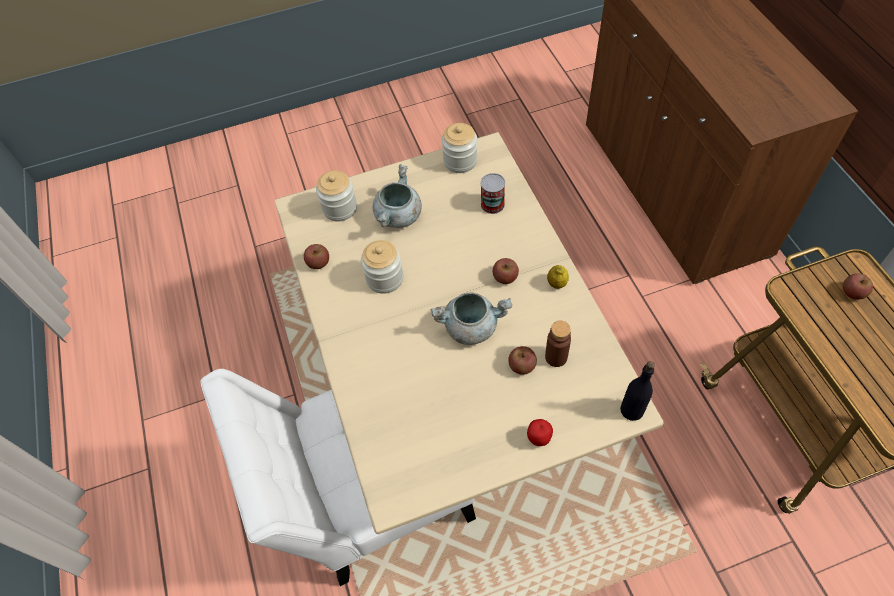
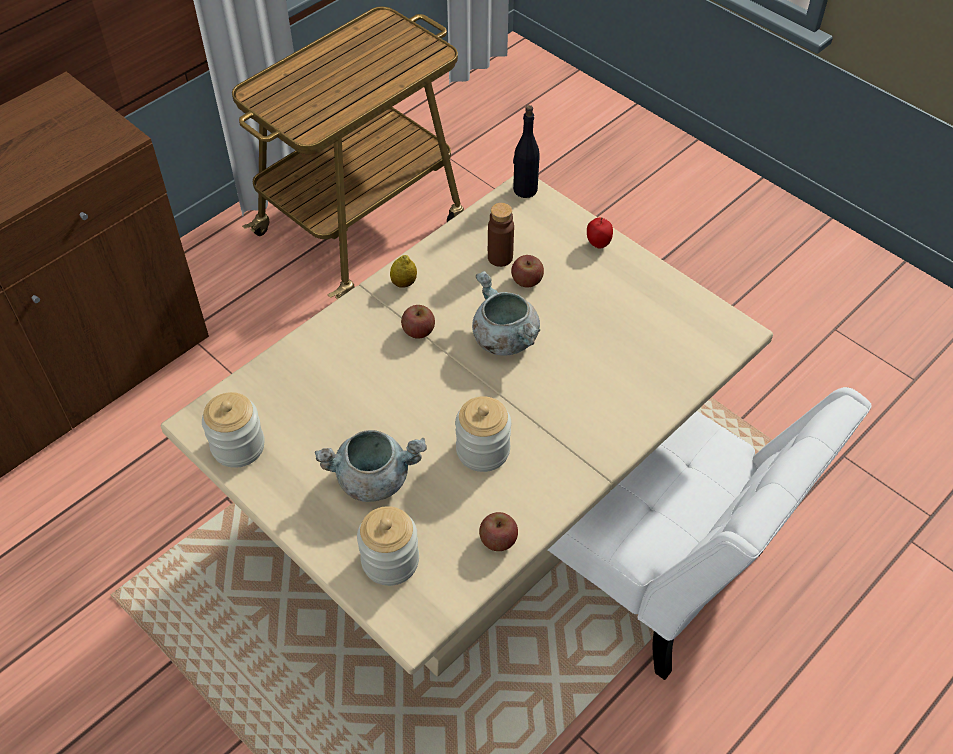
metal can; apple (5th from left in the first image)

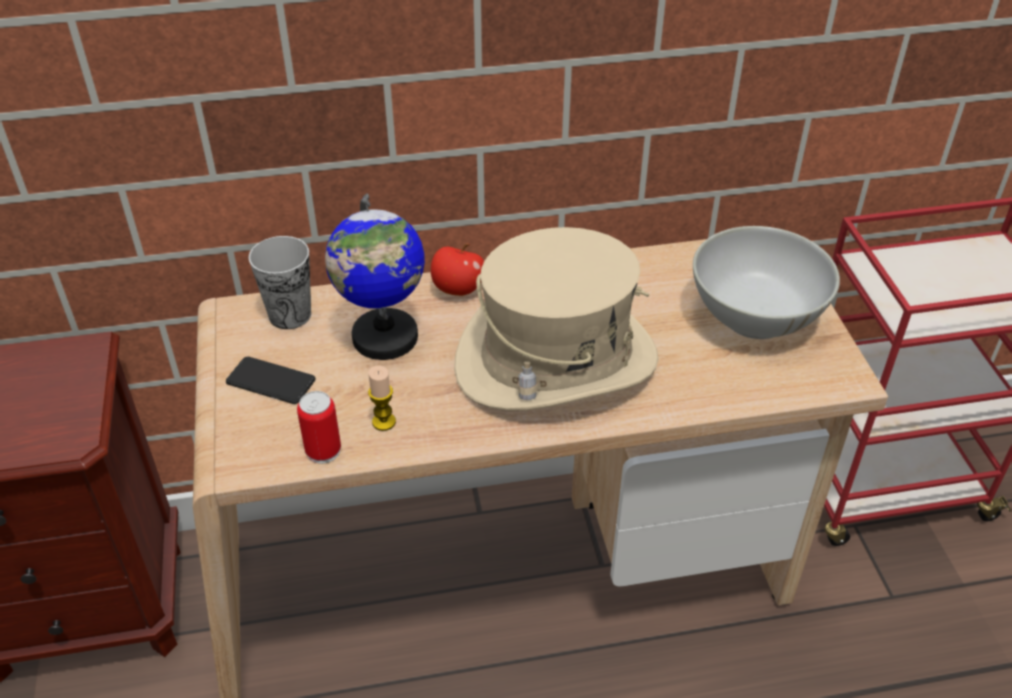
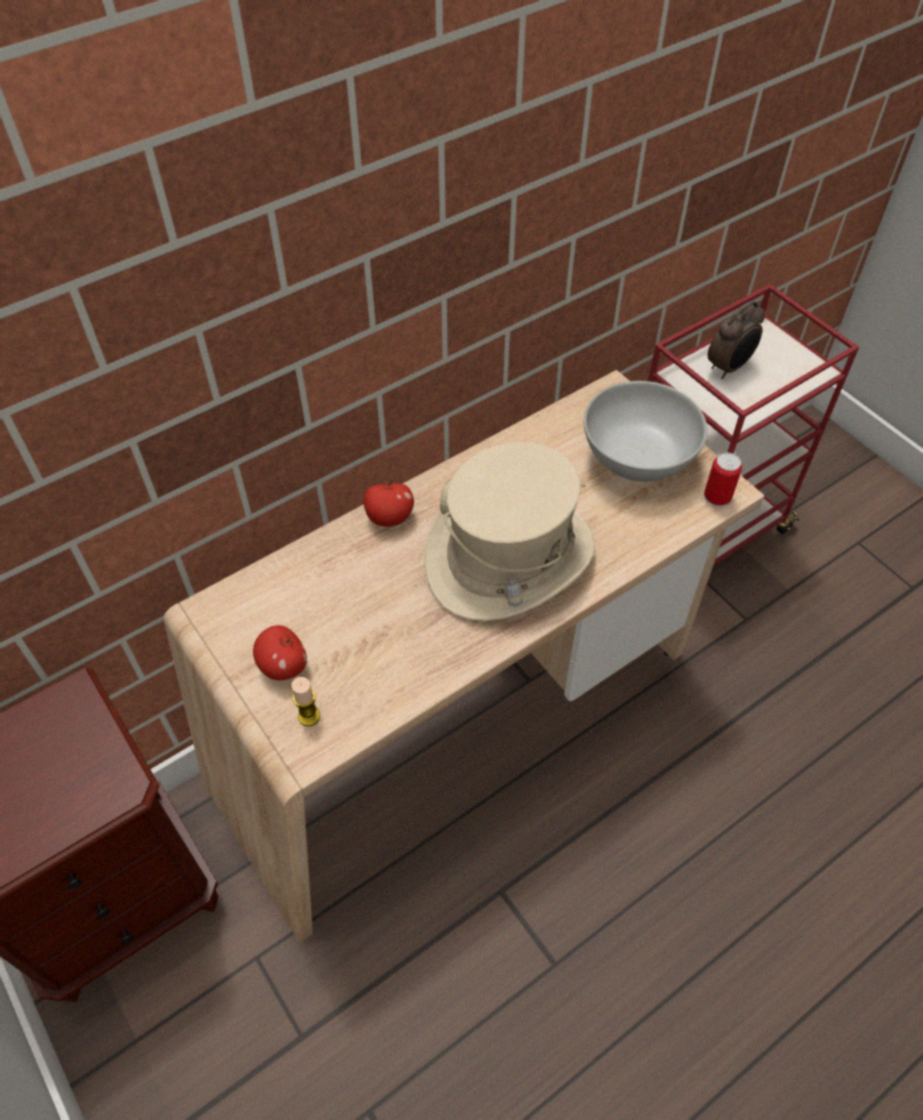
apple (1st from left); wax light; metal can; alarm clock; drinking cup; desk globe

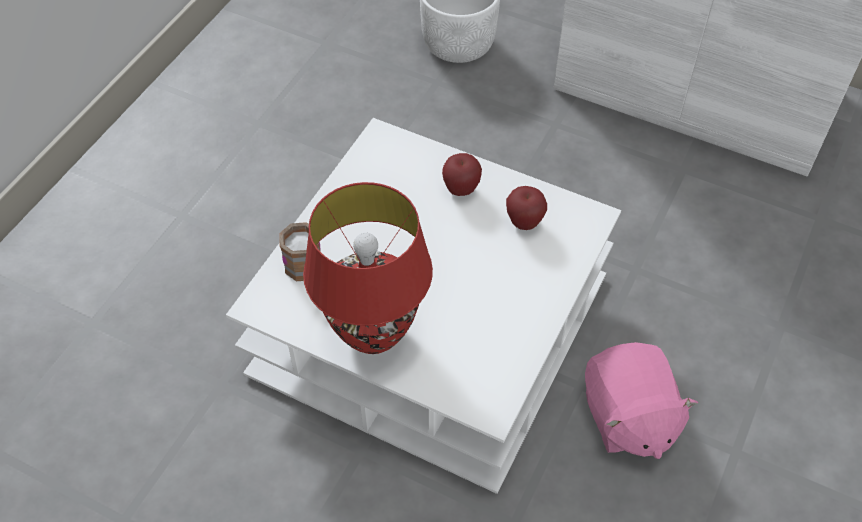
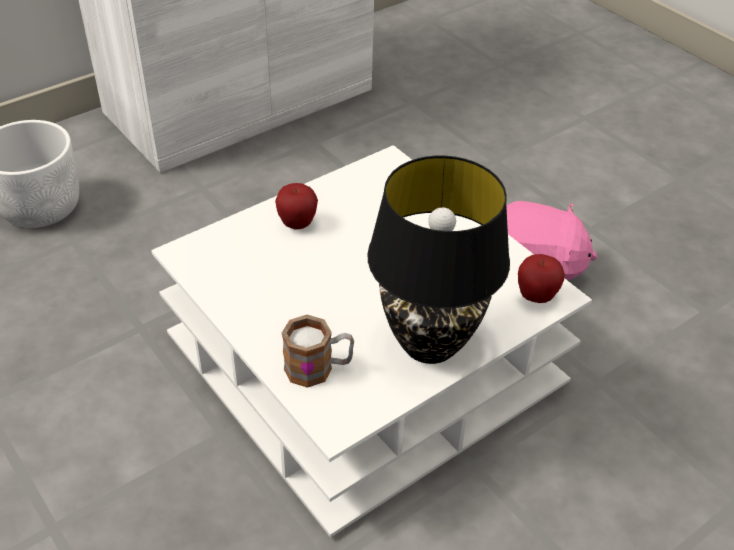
table lamp in black-coloured; apple (2nd from left)

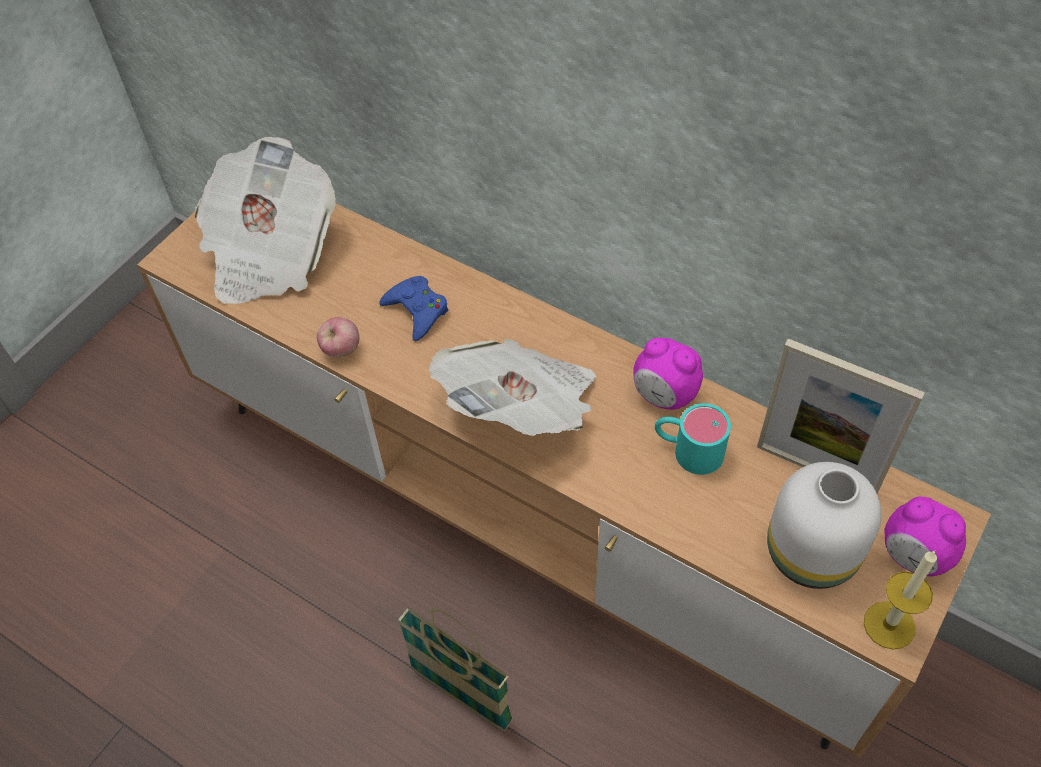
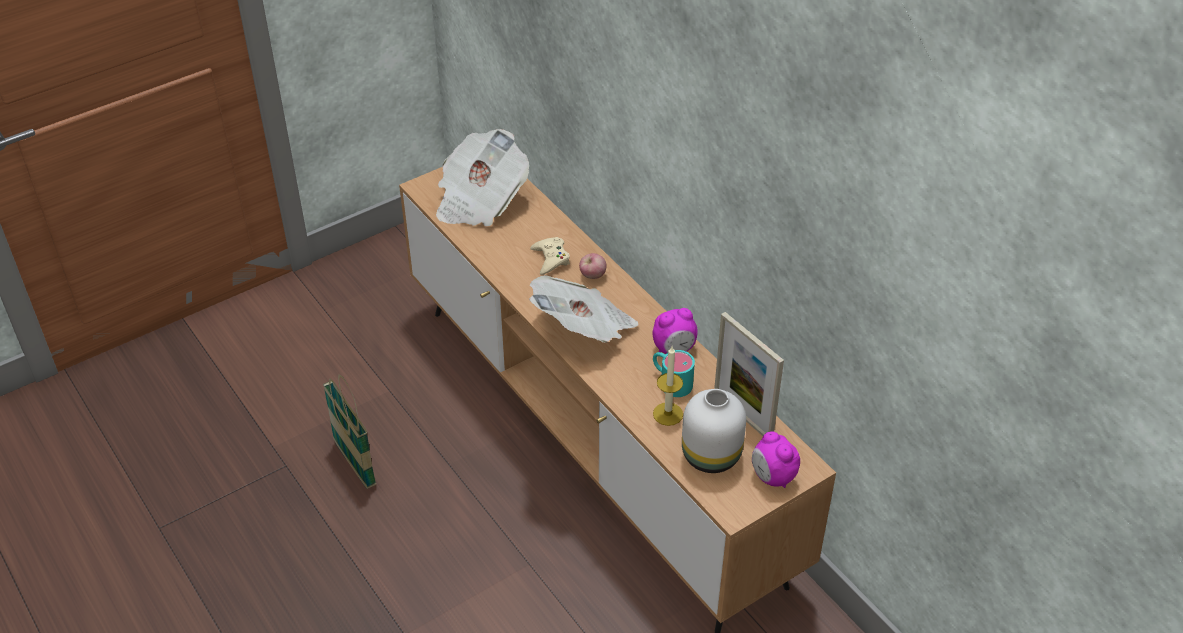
storage basket; joypad in beige; apple; alarm clock (1st from left); wax light

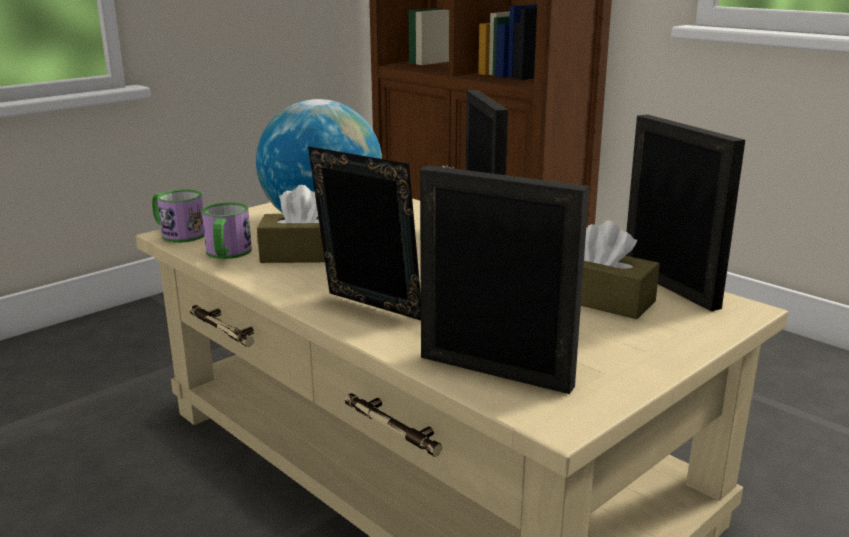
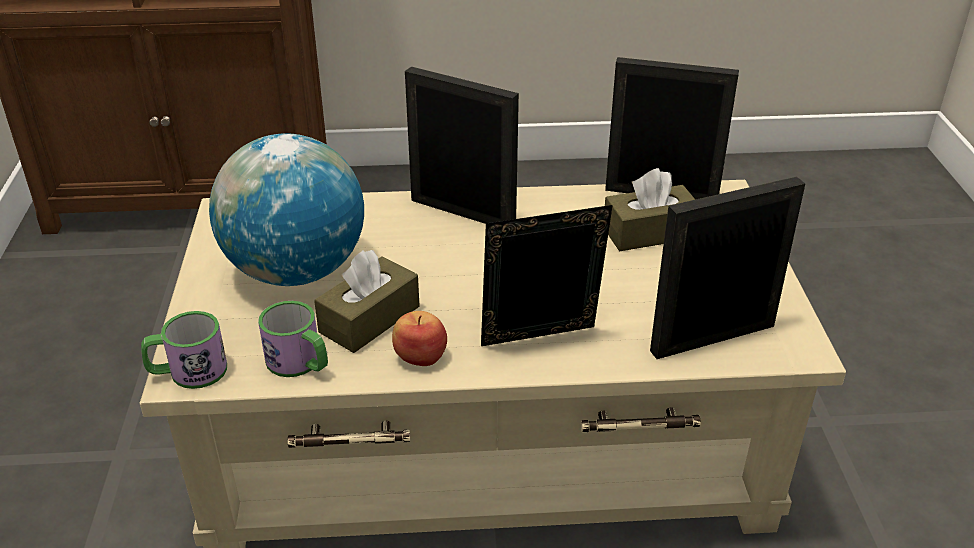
apple

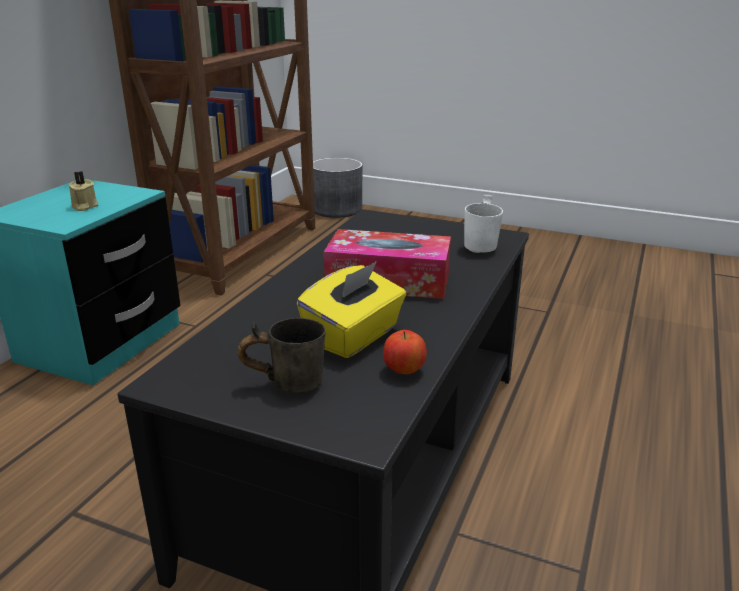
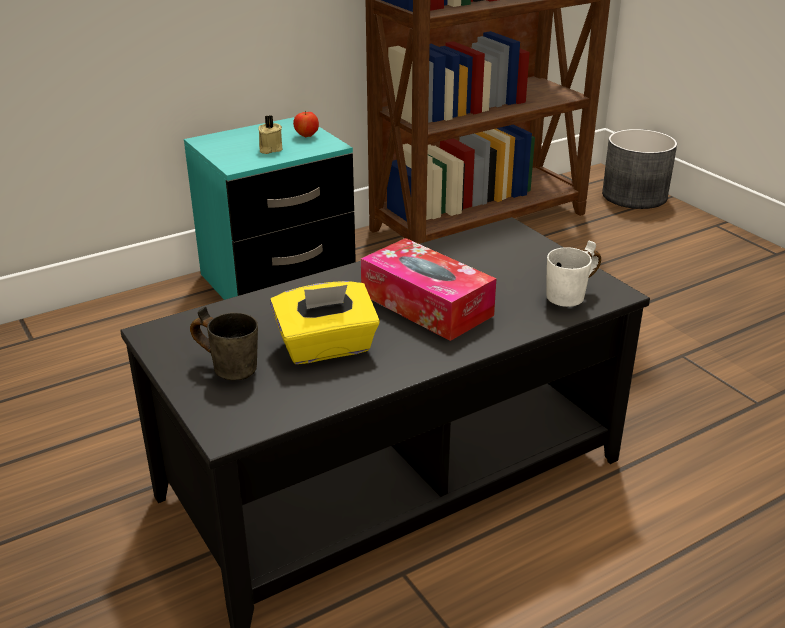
apple

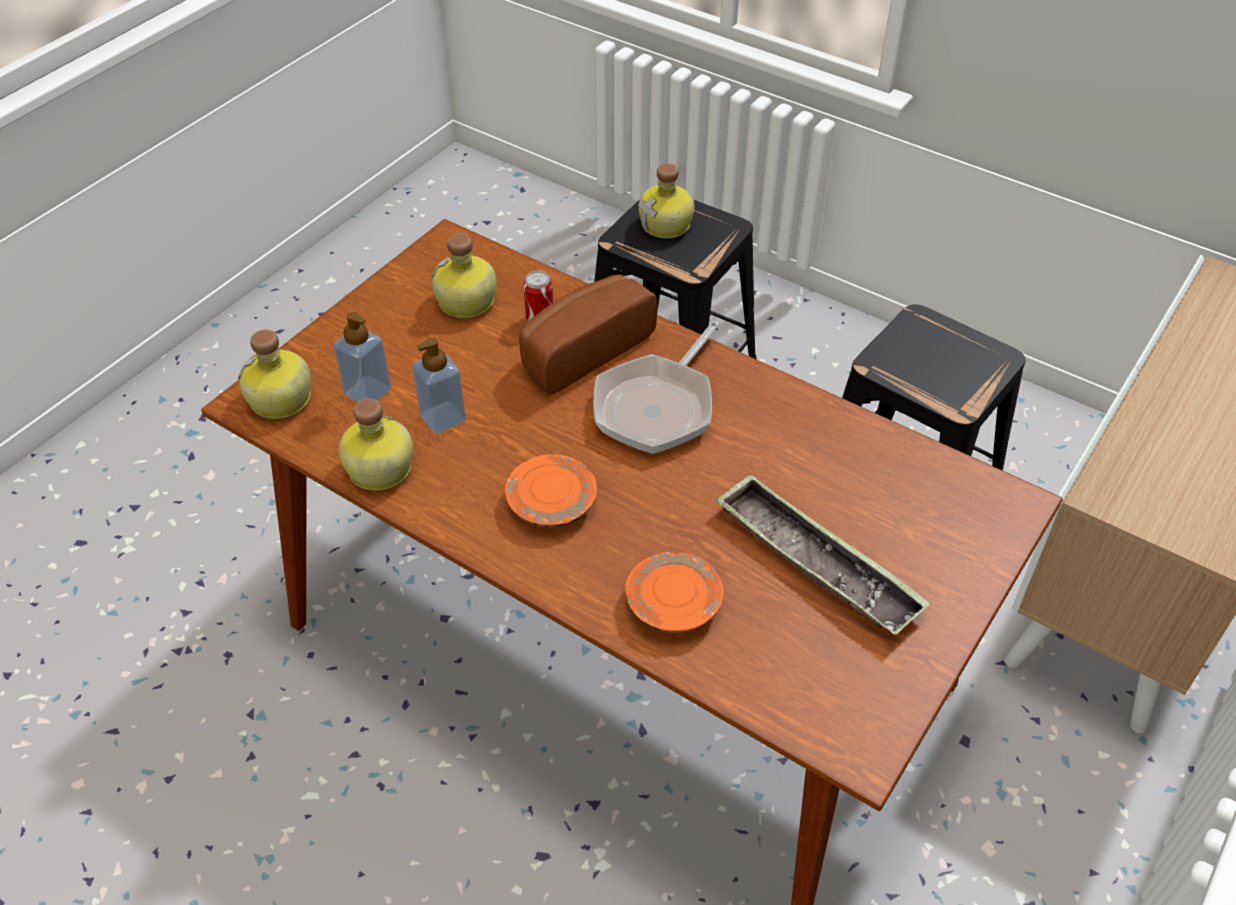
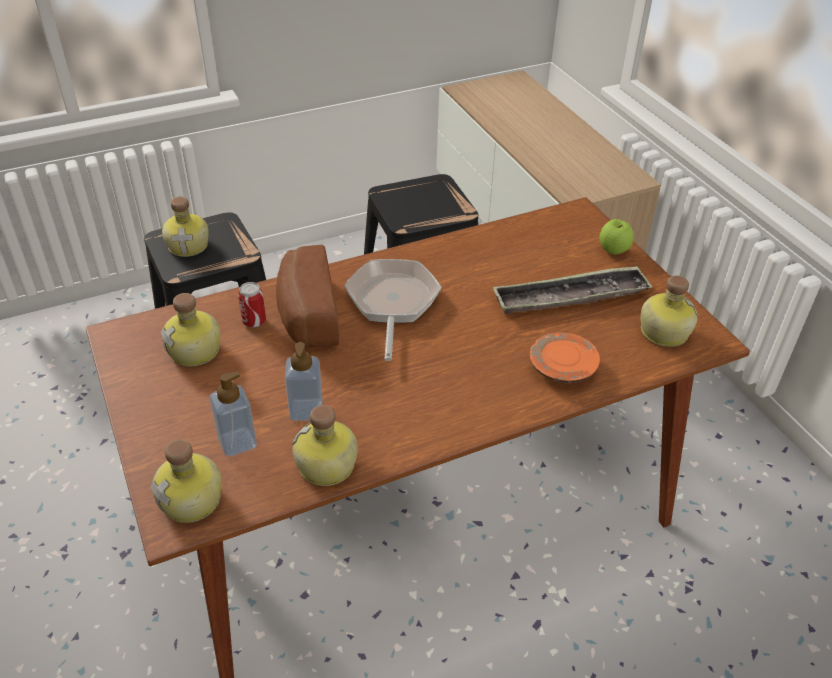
frying pan; apple; beverage bottle (5th from left); dinner plate in orange-coloured (1st from left in the first image)

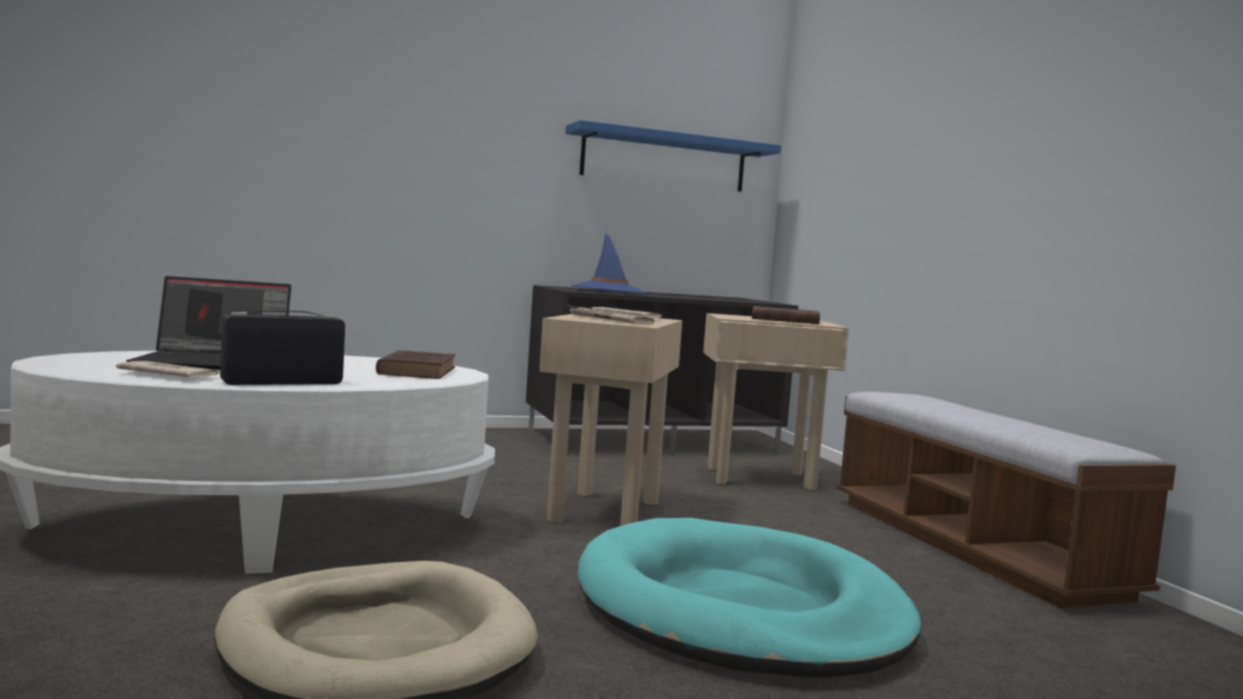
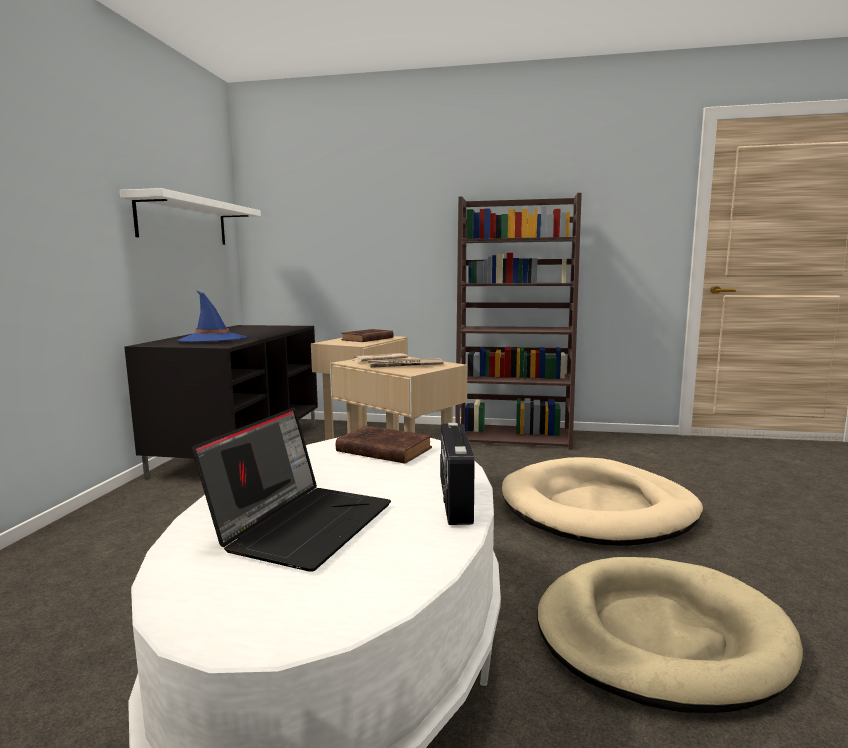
wall shelf in whitish; bookcase in brown; dog bed in beige (1st from left); printed paper (1st from left in the first image)

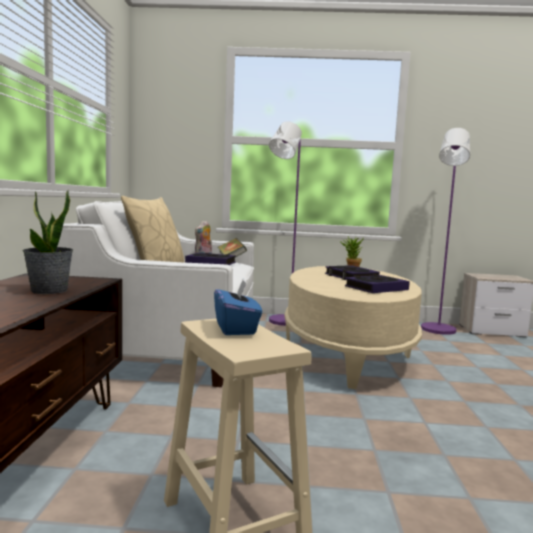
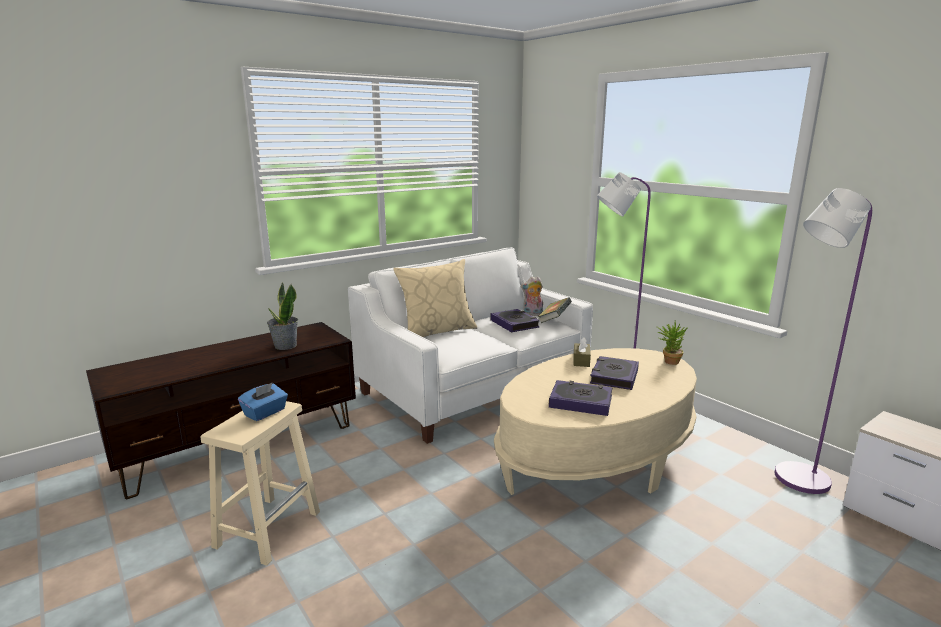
tissue holder in brown

